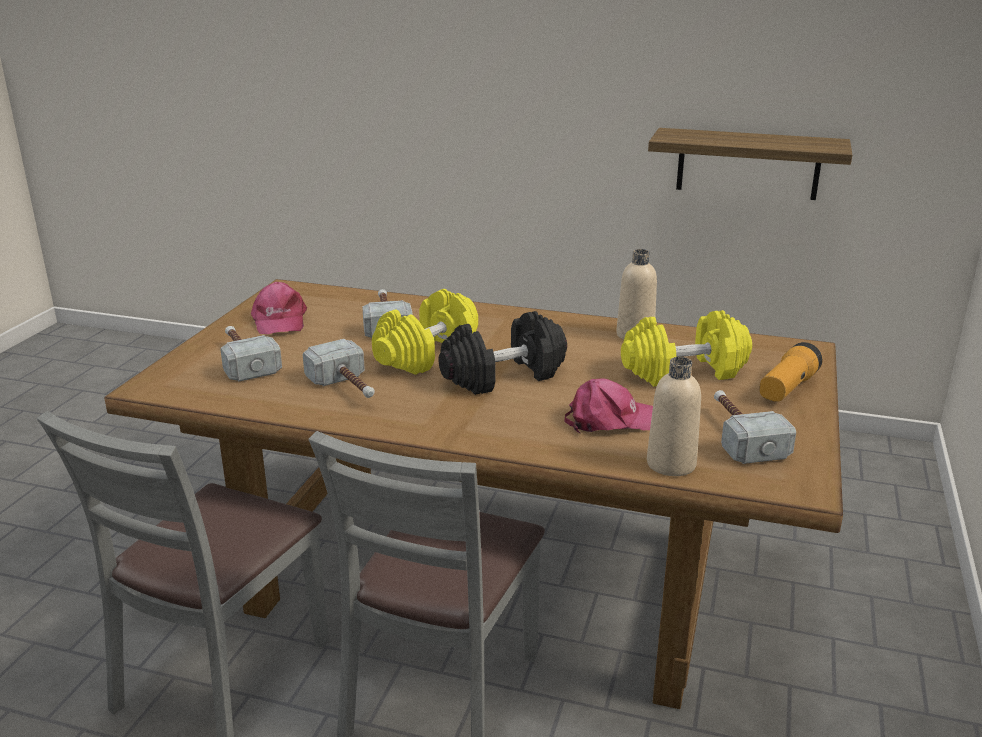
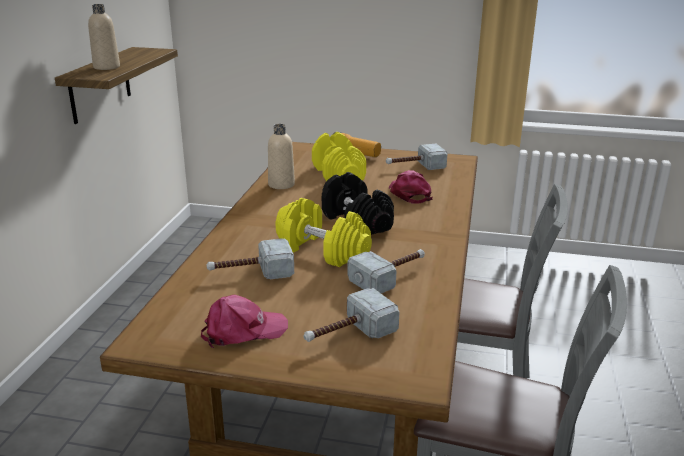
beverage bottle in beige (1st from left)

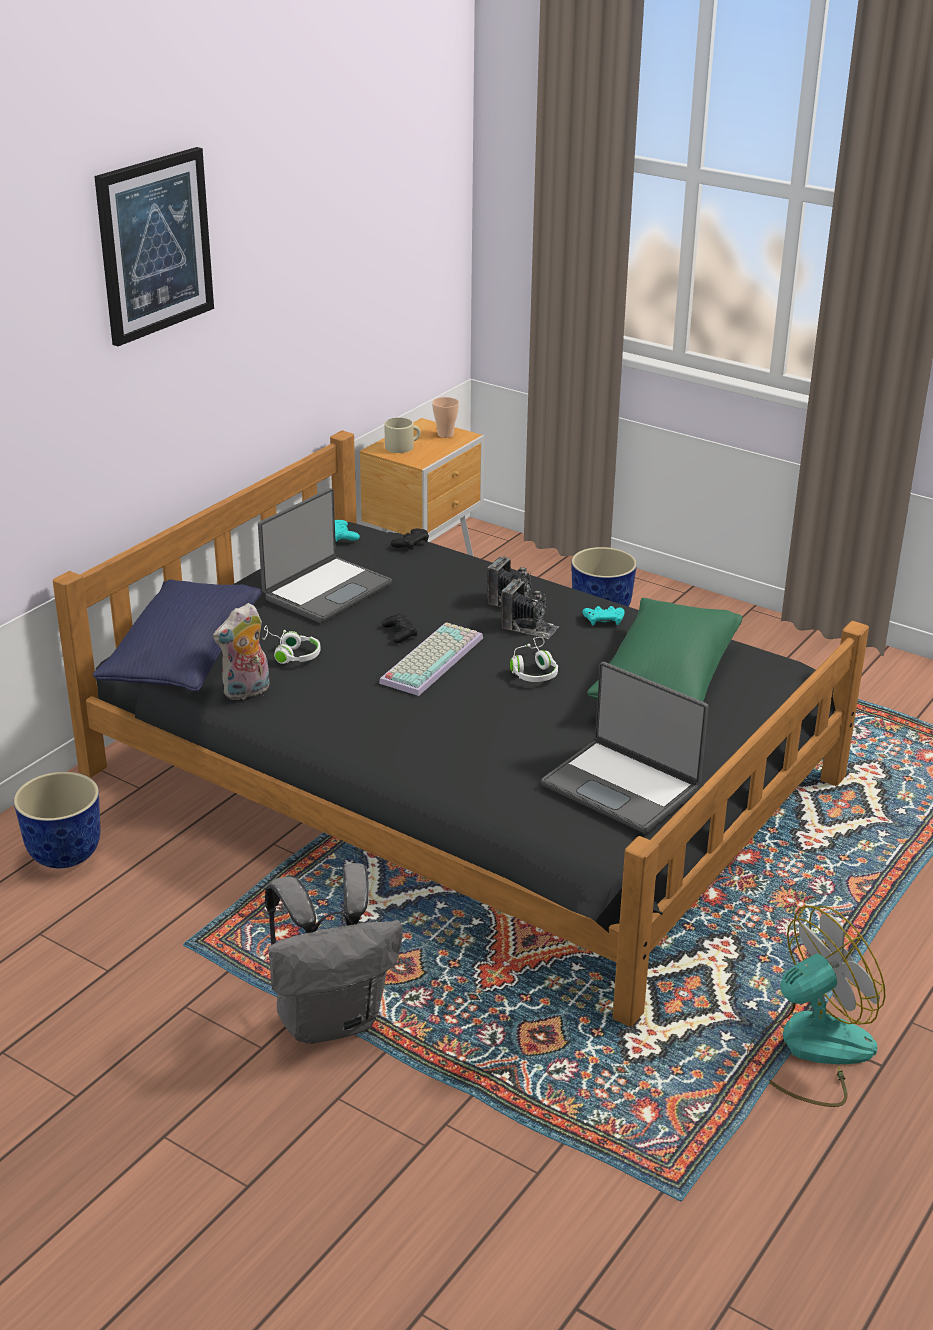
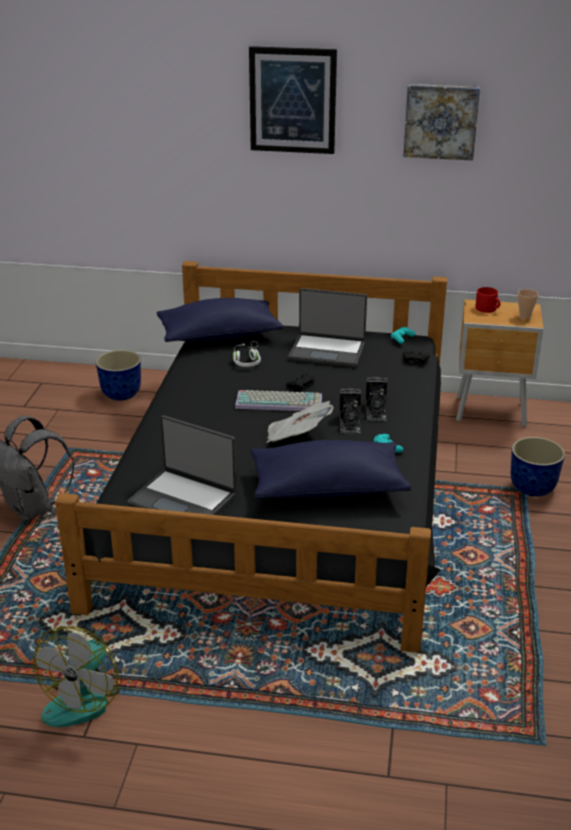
electric fan; laptop (1st from left); pillow in blue-coloured (2nd from left); printed paper; wall art (2nd from left); tea mug in red; soft toy

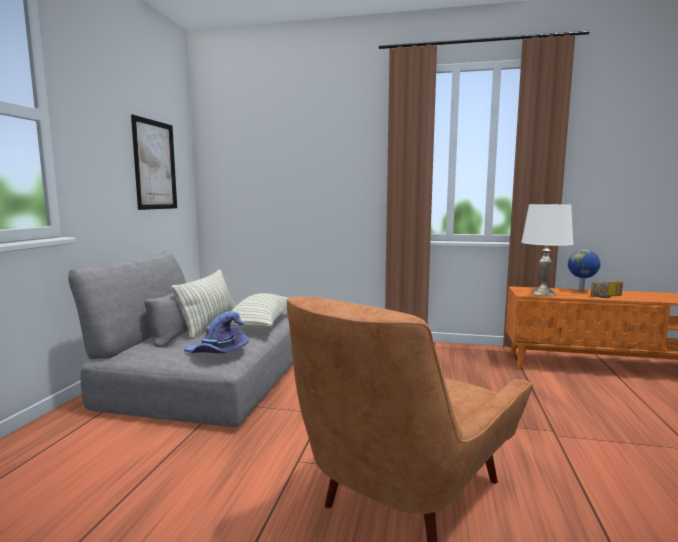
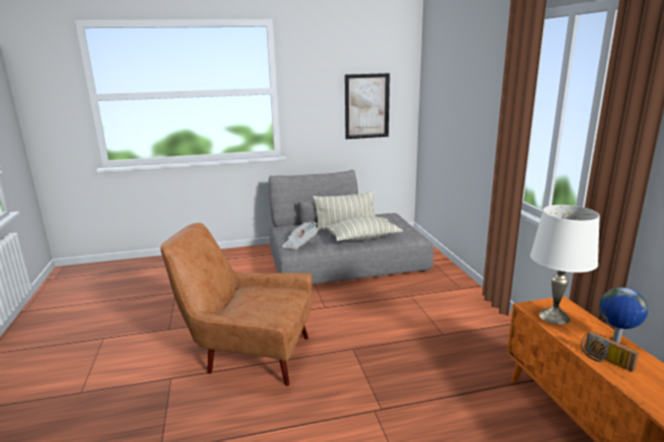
printed paper

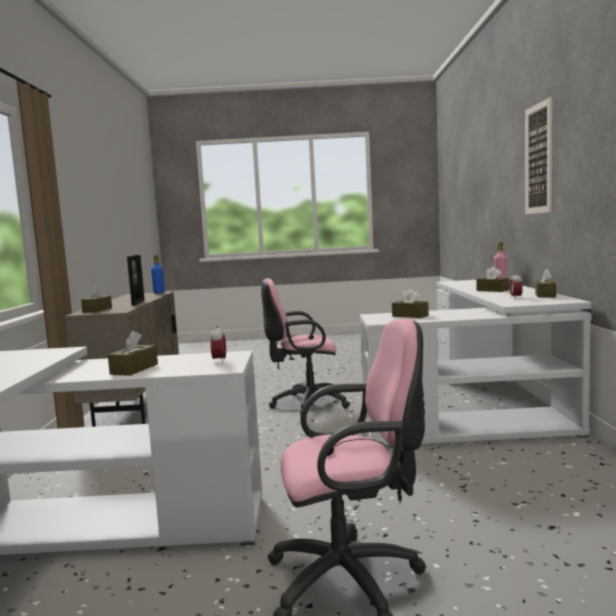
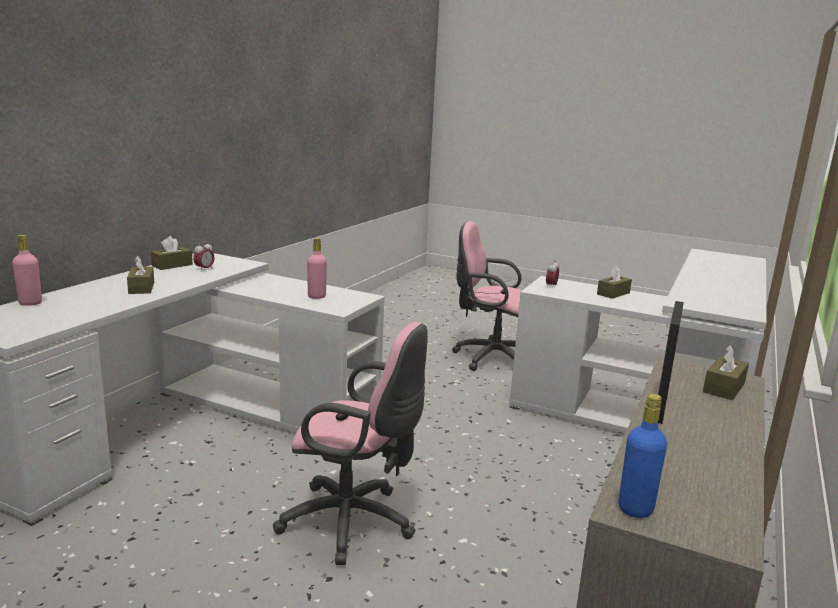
beverage bottle in pinkish (2nd from left); wall art

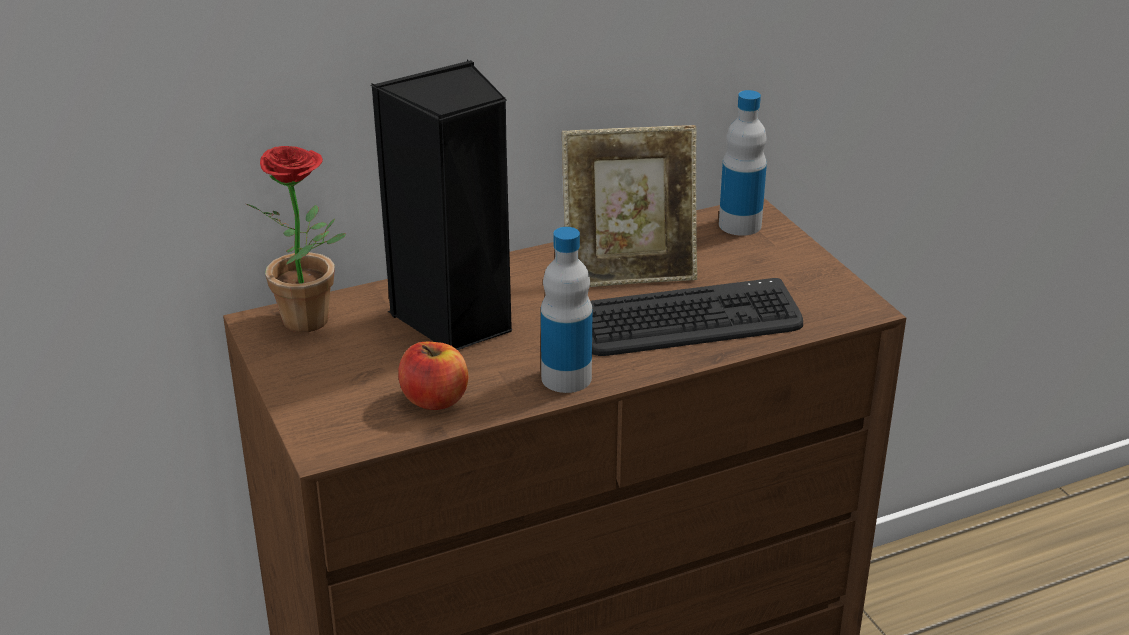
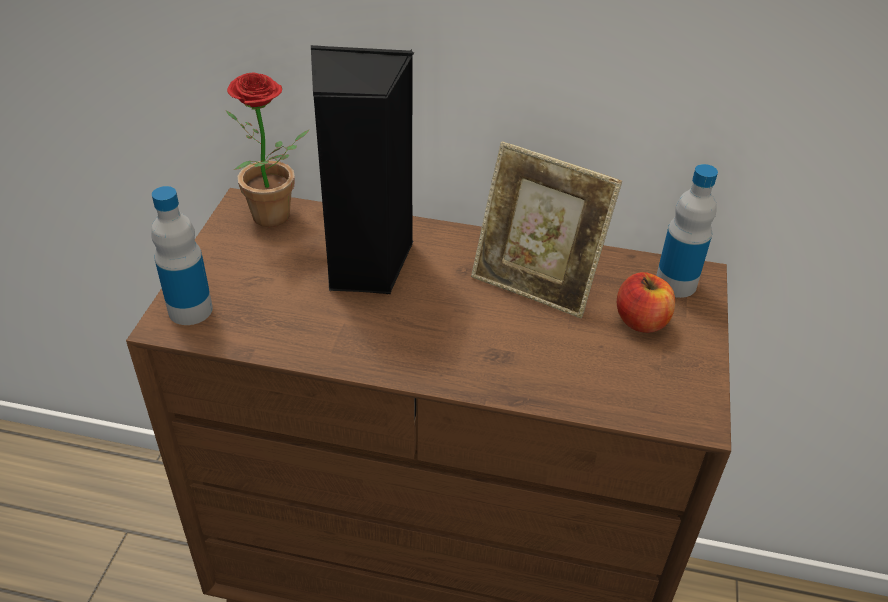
beverage bottle (1st from left); apple; PC keyboard

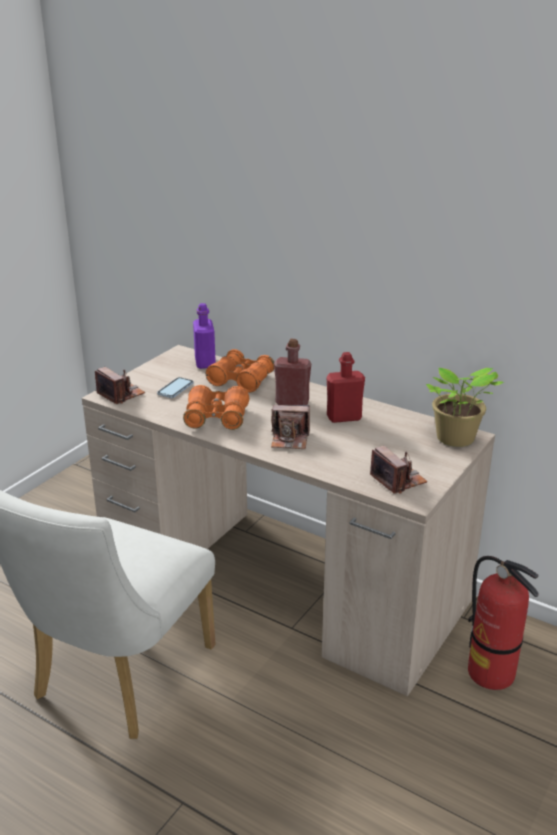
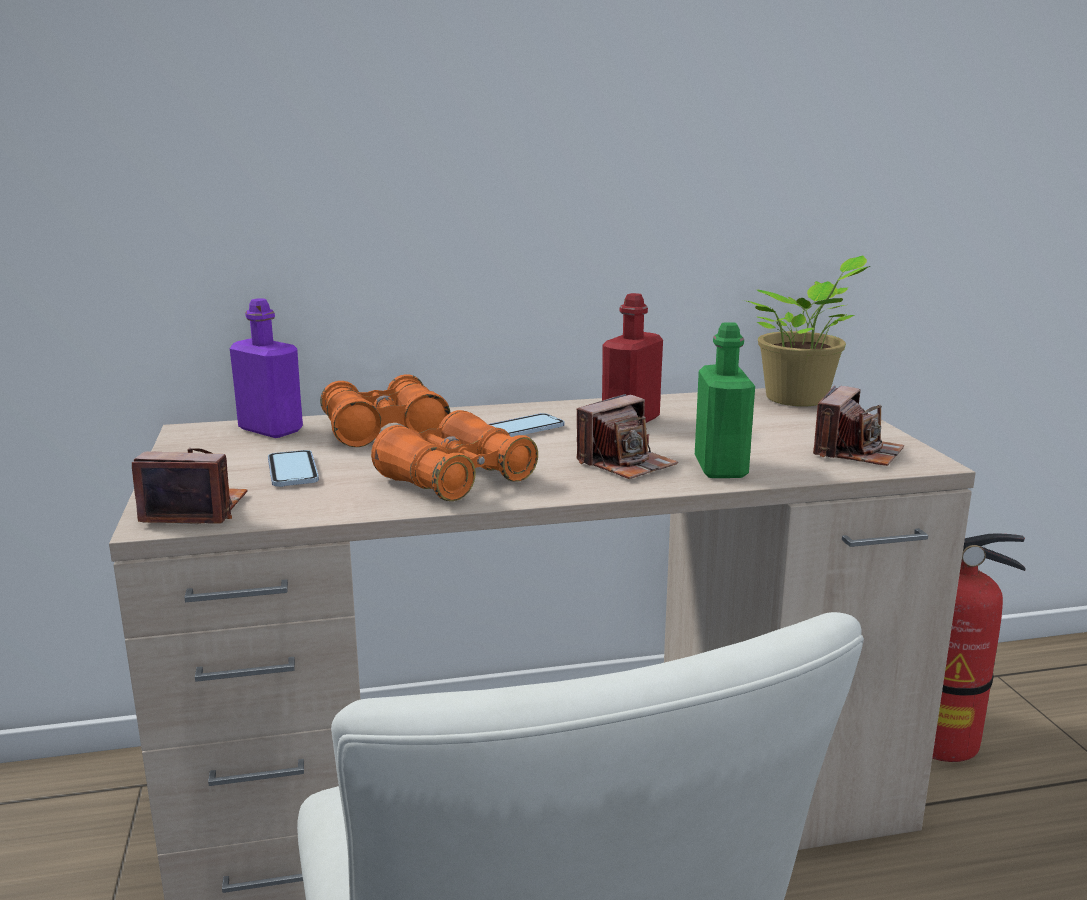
phone (2nd from left); beverage bottle in green; photo camera (3rd from left)

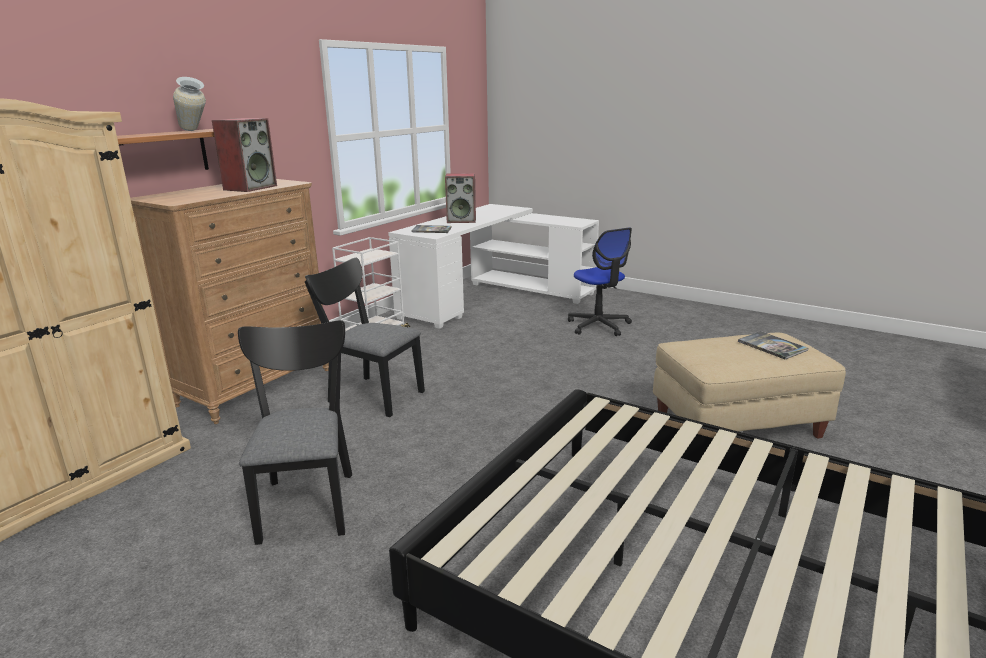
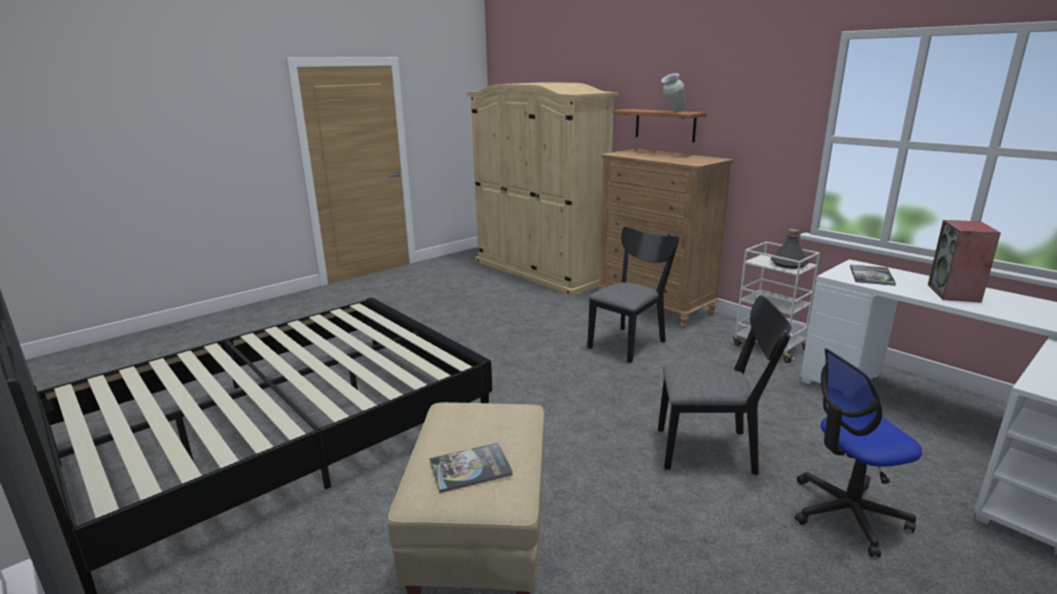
chair in black-coloured (2nd from left); beverage bottle in greyish; loudspeaker (1st from left in the first image)

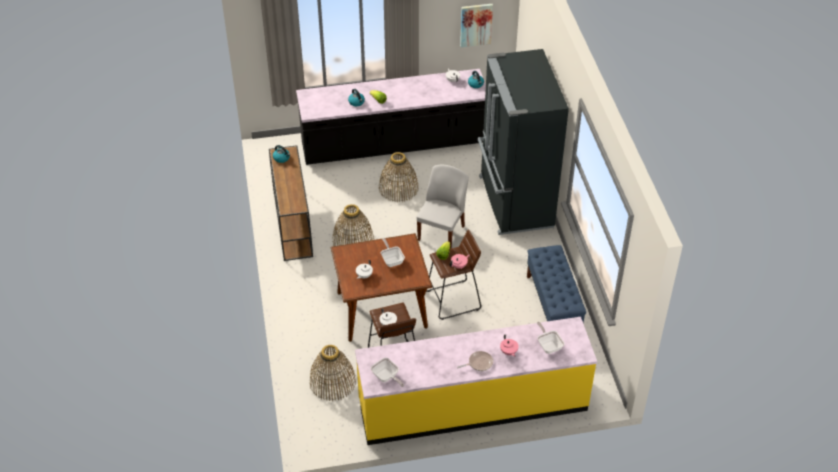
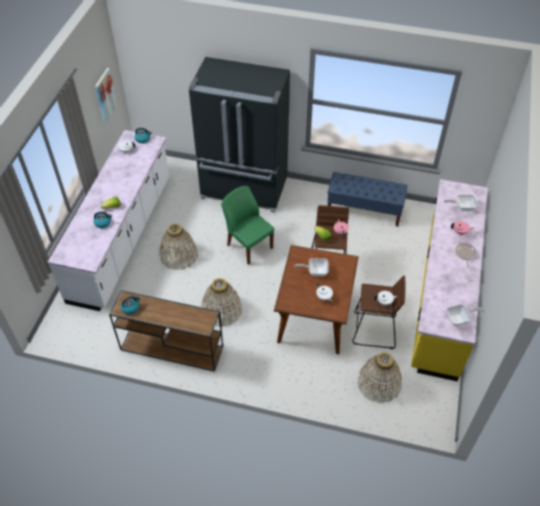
kitchen base unit in whitish; chair in green

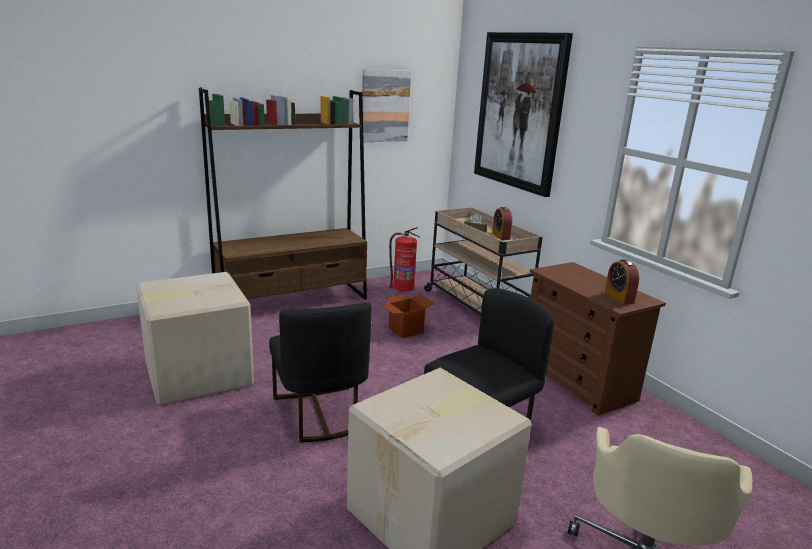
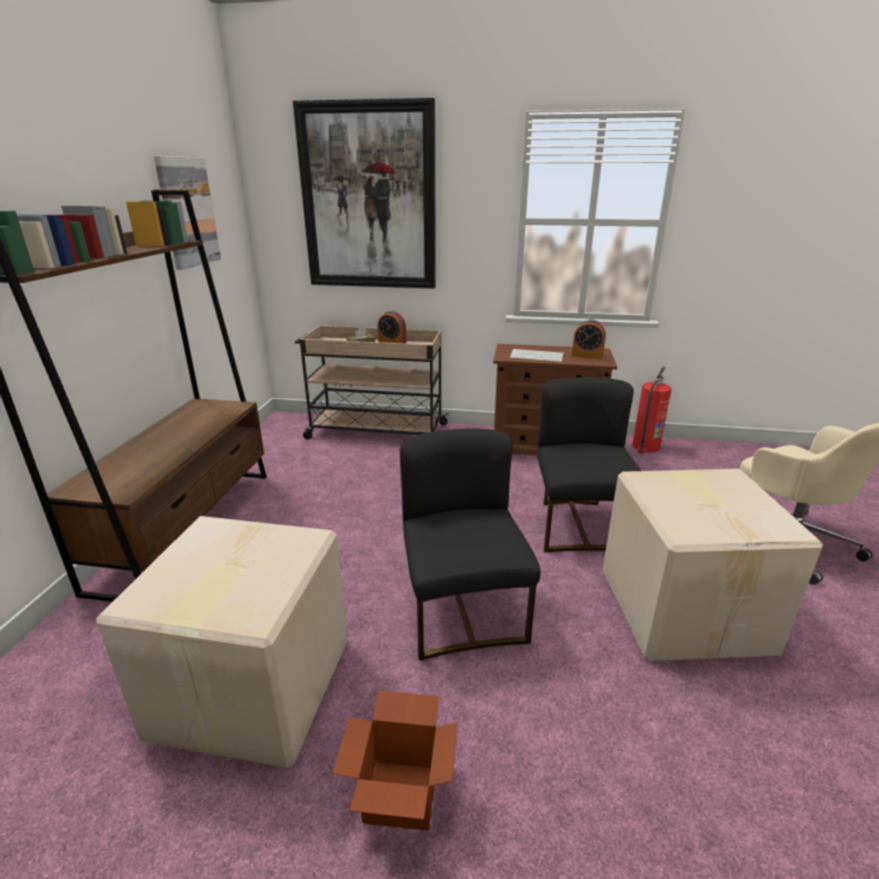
carton (2nd from left); chair in black-coloured (1st from left); PC keyboard; fire-fighting cylinder

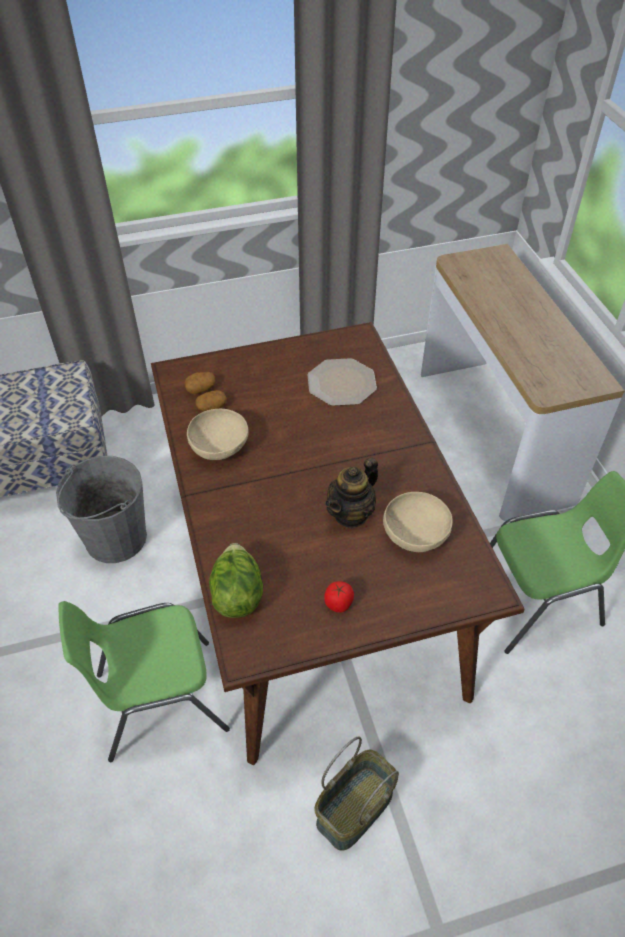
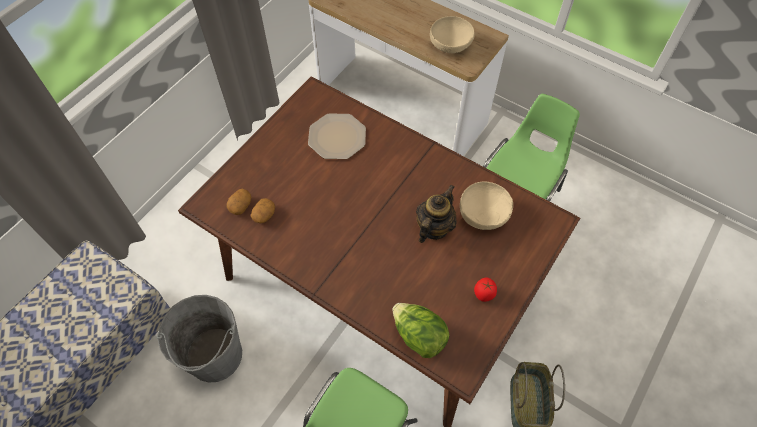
pot for tea; serving bowl in beige (1st from left)

